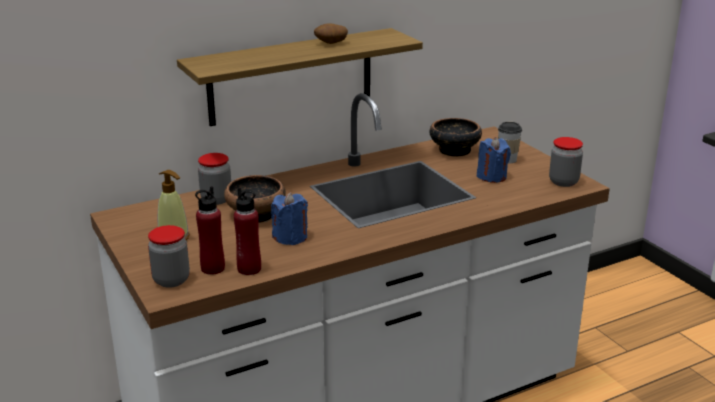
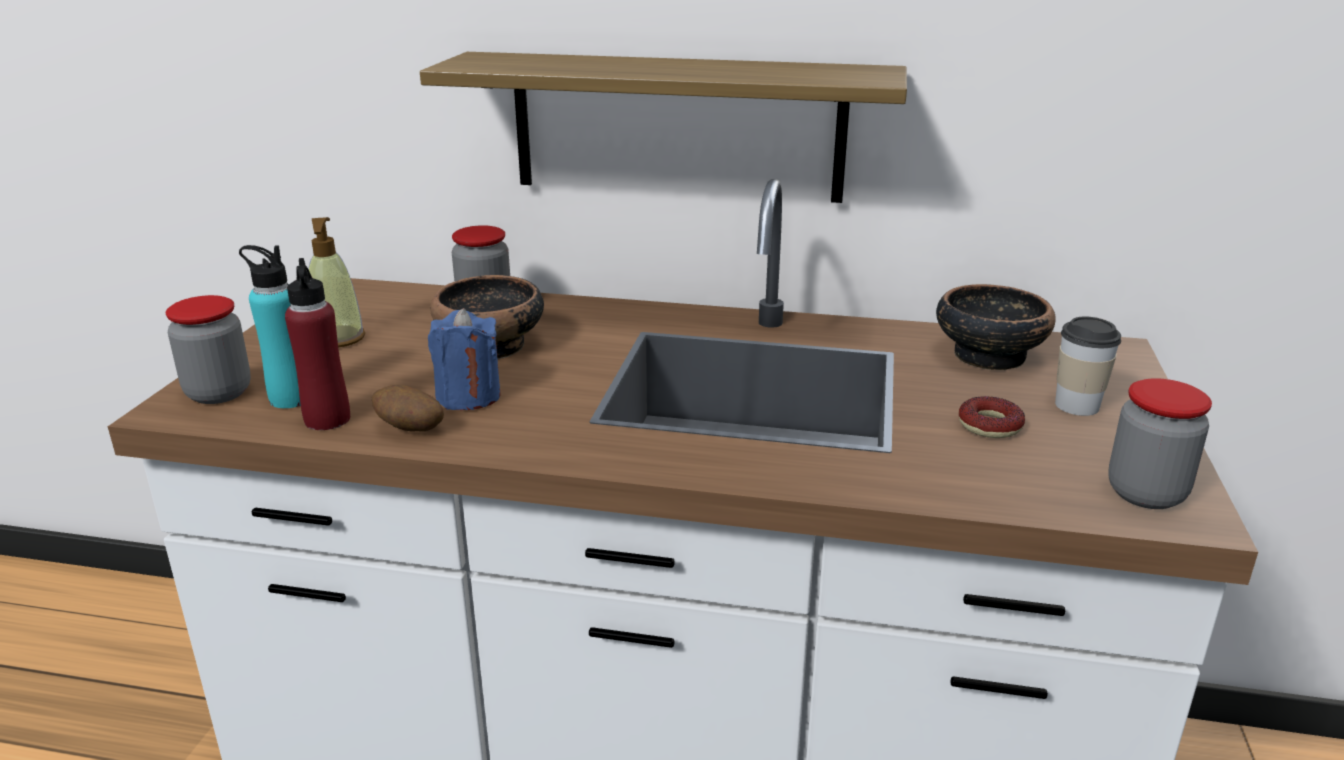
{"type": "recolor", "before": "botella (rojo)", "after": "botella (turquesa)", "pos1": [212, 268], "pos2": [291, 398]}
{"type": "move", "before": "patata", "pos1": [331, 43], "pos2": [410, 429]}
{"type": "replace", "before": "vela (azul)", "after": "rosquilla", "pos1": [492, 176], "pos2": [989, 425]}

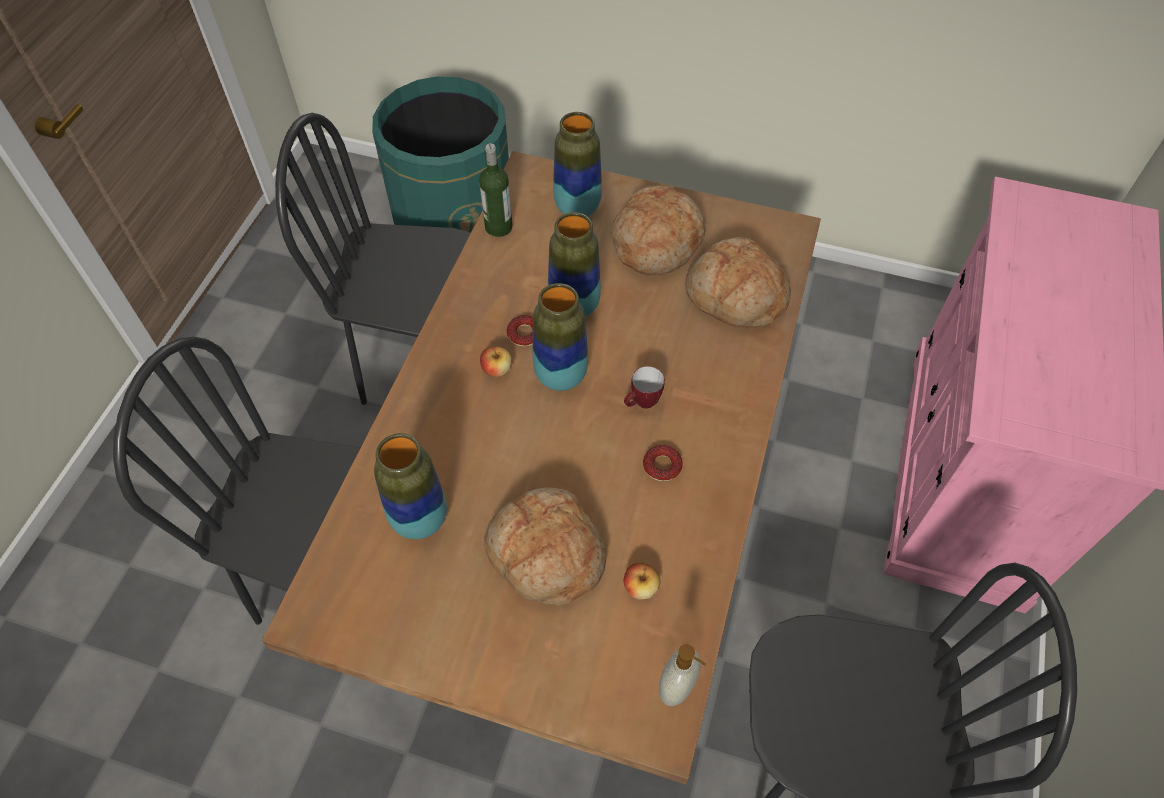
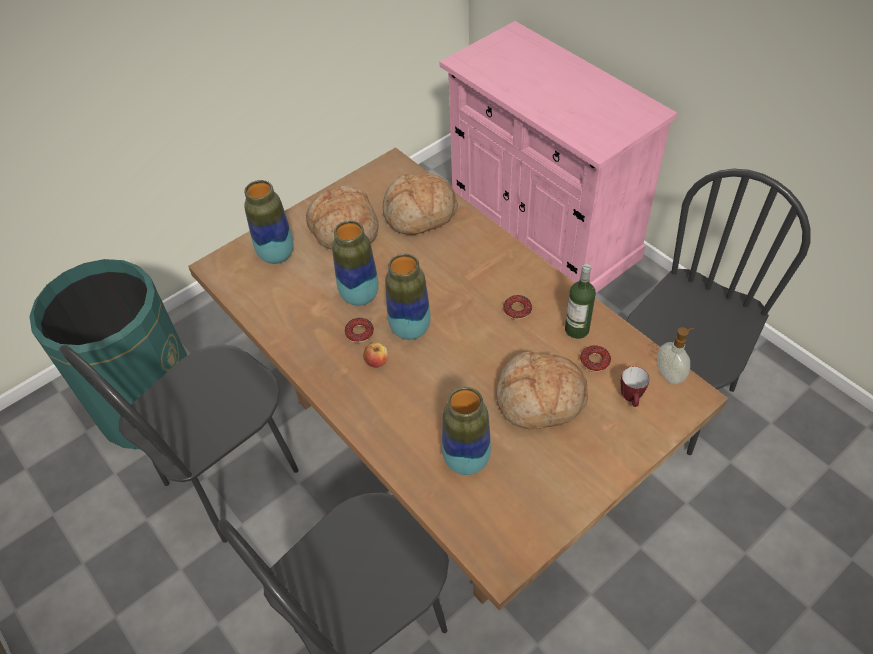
{"type": "move", "before": "botella", "pos1": [498, 227], "pos2": [577, 329]}
{"type": "replace", "before": "manzana", "after": "rosquilla", "pos1": [640, 587], "pos2": [595, 361]}
{"type": "move", "before": "taza grande", "pos1": [642, 404], "pos2": [631, 399]}

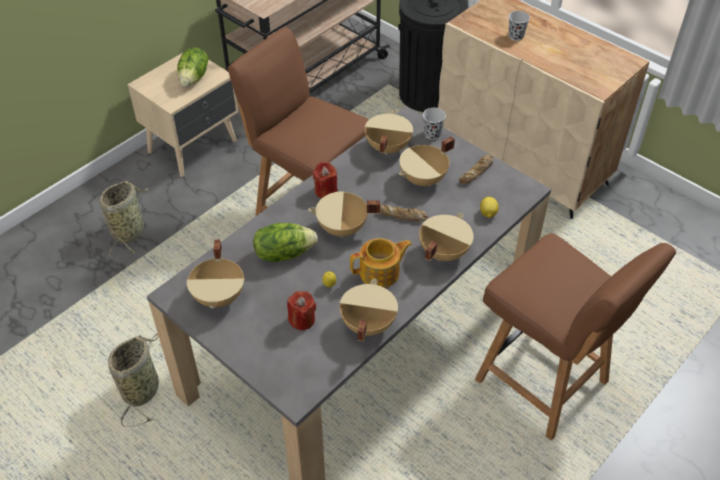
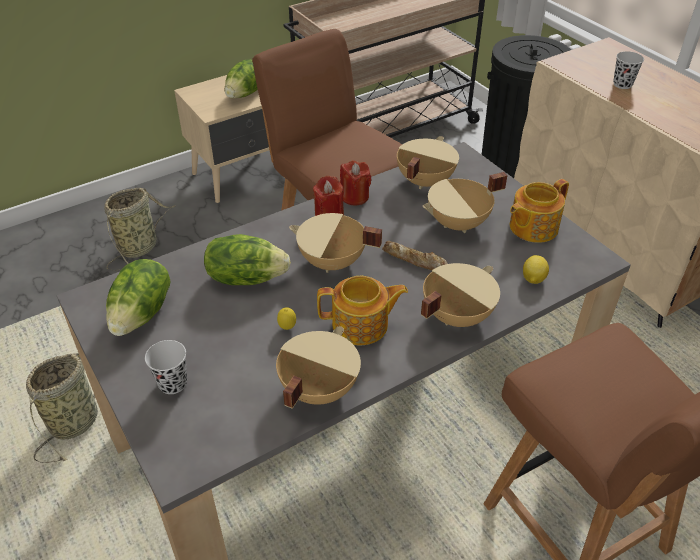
{"type": "replace", "before": "olla (beis)", "after": "lechuga", "pos1": [220, 296], "pos2": [143, 314]}
{"type": "move", "before": "taza (negro)", "pos1": [432, 134], "pos2": [172, 383]}
{"type": "move", "before": "vela (rojo)", "pos1": [302, 320], "pos2": [354, 197]}
{"type": "replace", "before": "pan", "after": "tetera", "pos1": [477, 172], "pos2": [532, 227]}

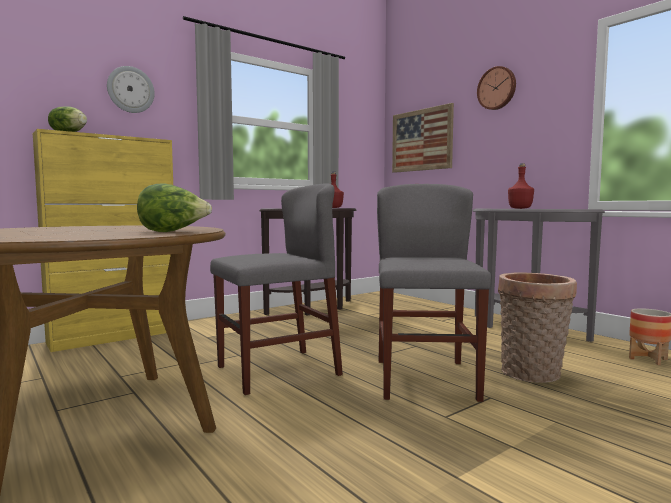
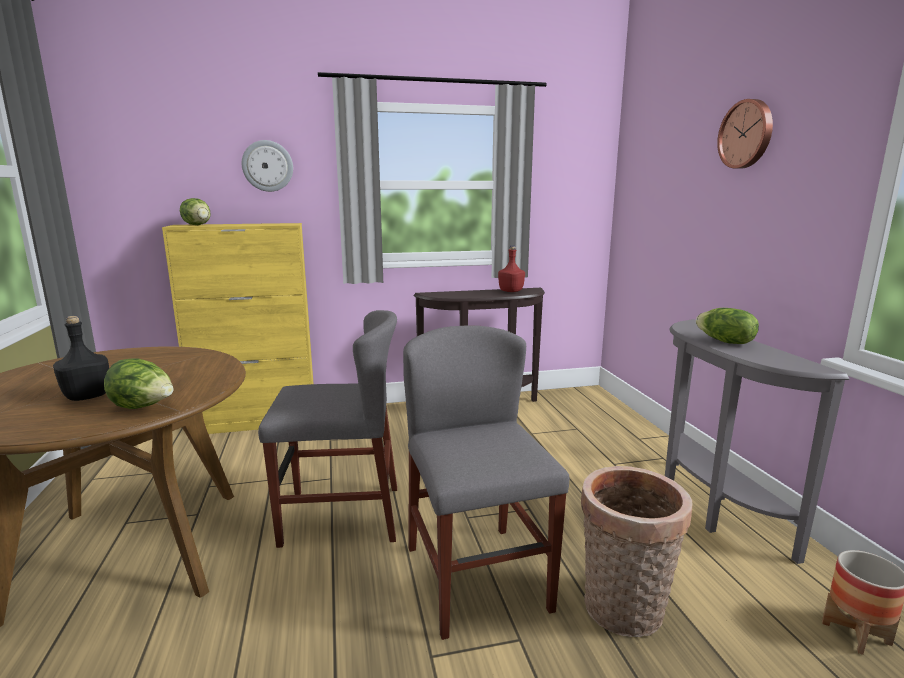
{"type": "insert", "after": "botella (negro)", "pos2": [86, 396]}
{"type": "rotate", "before": "silla (gris)", "pos1": [425, 379], "pos2": [476, 578], "turn": -45}
{"type": "replace", "before": "botella (rojo)", "after": "lechuga", "pos1": [520, 208], "pos2": [725, 342]}
{"type": "delete", "before": "cuadro", "pos1": [421, 140]}

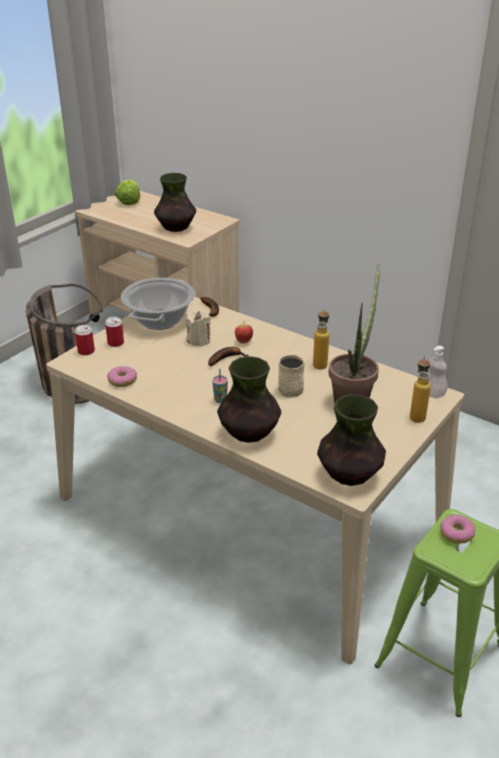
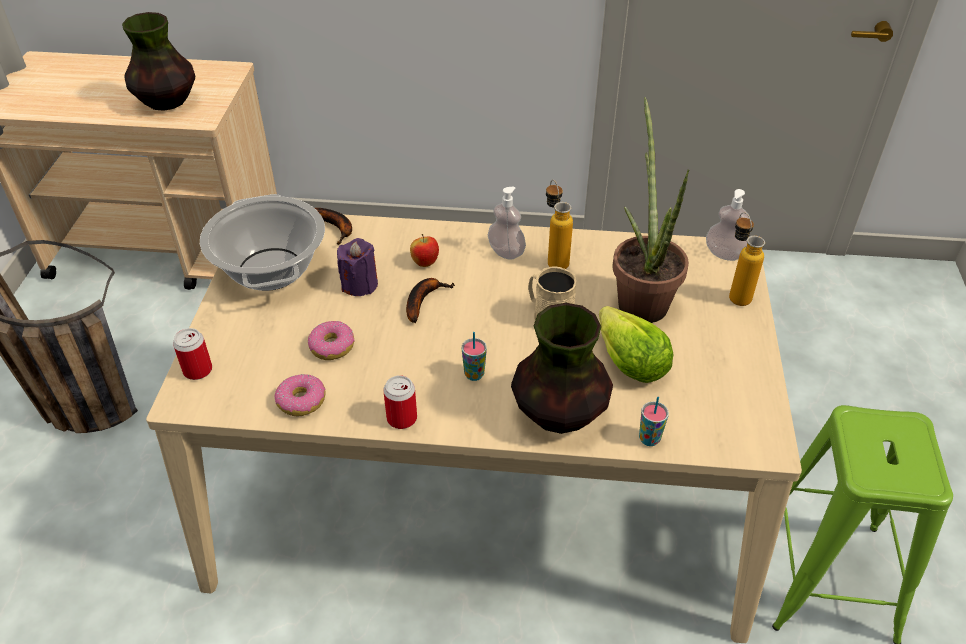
{"type": "move", "before": "rosquilla", "pos1": [456, 533], "pos2": [332, 346]}
{"type": "recolor", "before": "vela (beis)", "after": "vela (morado)", "pos1": [199, 340], "pos2": [359, 284]}
{"type": "move", "before": "lata", "pos1": [115, 343], "pos2": [402, 418]}
{"type": "insert", "after": "dispensador de jabón", "pos2": [506, 252]}
{"type": "move", "before": "lechuga", "pos1": [129, 201], "pos2": [629, 362]}
{"type": "insert", "after": "taza", "pos2": [649, 439]}
{"type": "delete", "before": "florero", "pos1": [349, 474]}

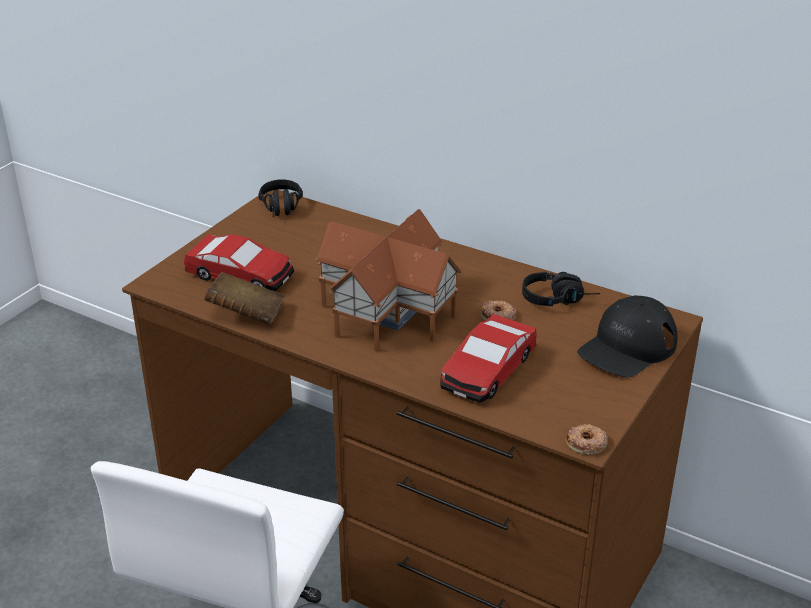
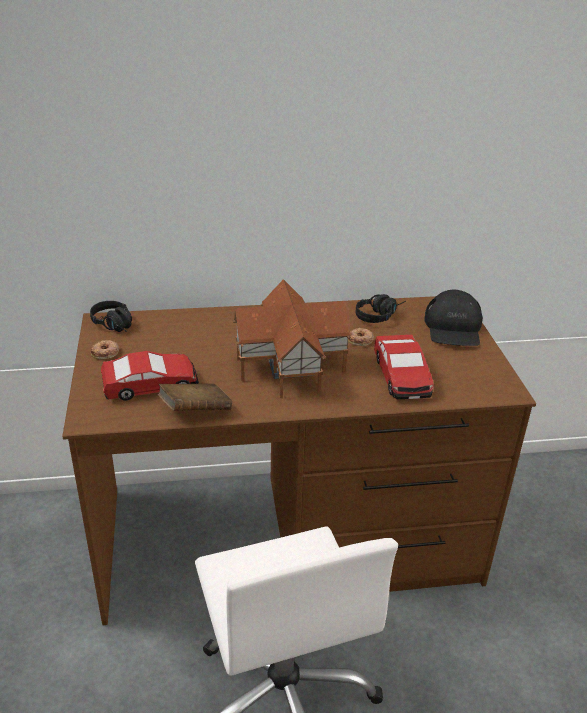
{"type": "move", "before": "rosquilla", "pos1": [586, 443], "pos2": [105, 352]}

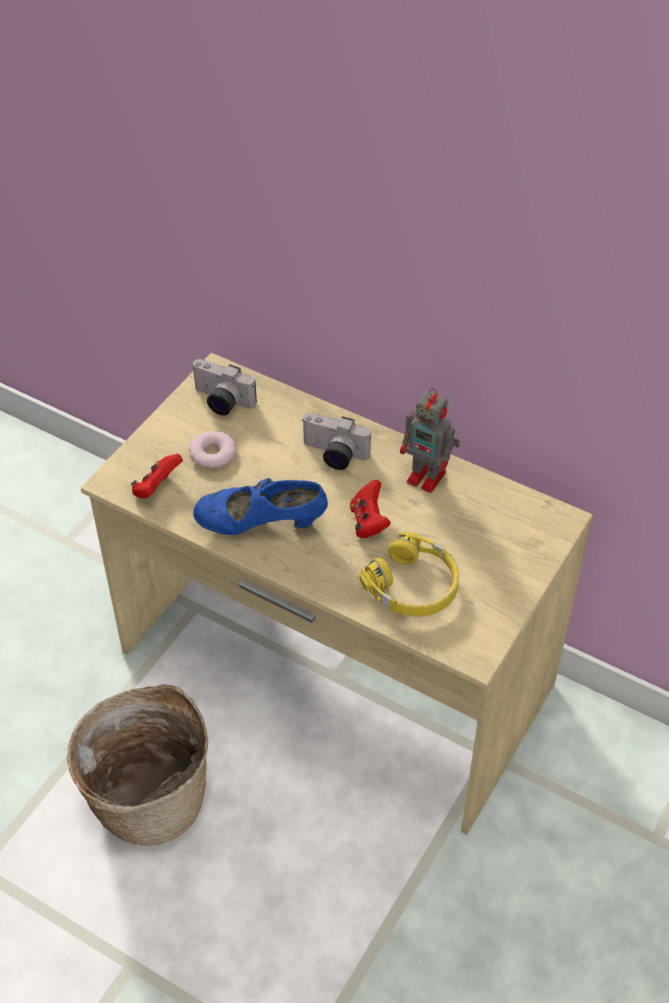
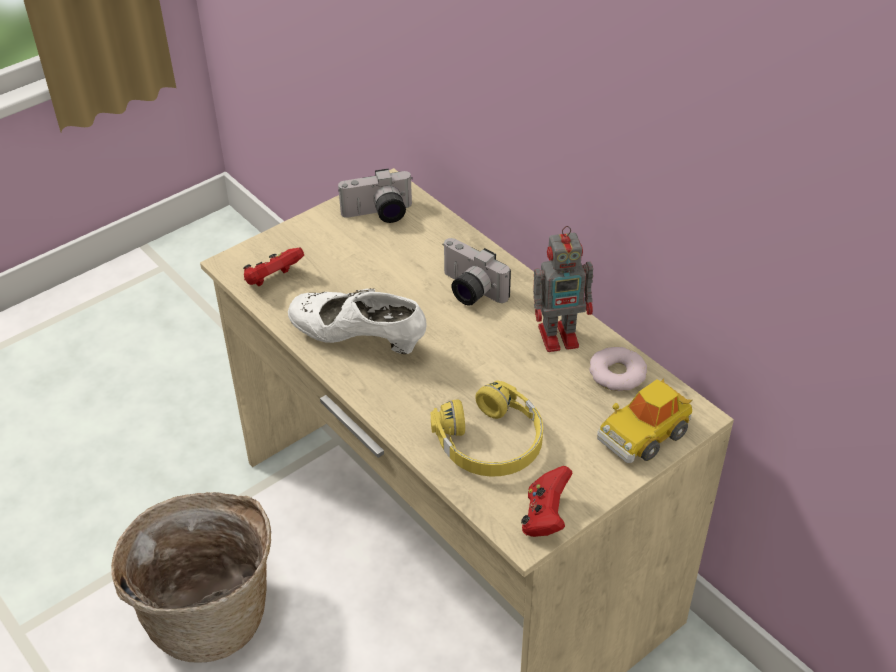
{"type": "recolor", "before": "zapato (azul)", "after": "zapato (blanco)", "pos1": [261, 525], "pos2": [358, 340]}
{"type": "rotate", "before": "cámara", "pos1": [220, 402], "pos2": [379, 215], "turn": -60}
{"type": "move", "before": "mando de consola (rojo)", "pos1": [368, 522], "pos2": [545, 517]}
{"type": "rotate", "before": "robot de juguete", "pos1": [428, 477], "pos2": [560, 336], "turn": -60}
{"type": "move", "before": "rosquilla", "pos1": [212, 454], "pos2": [616, 374]}
{"type": "insert", "after": "coche de juguete", "pos2": [644, 434]}

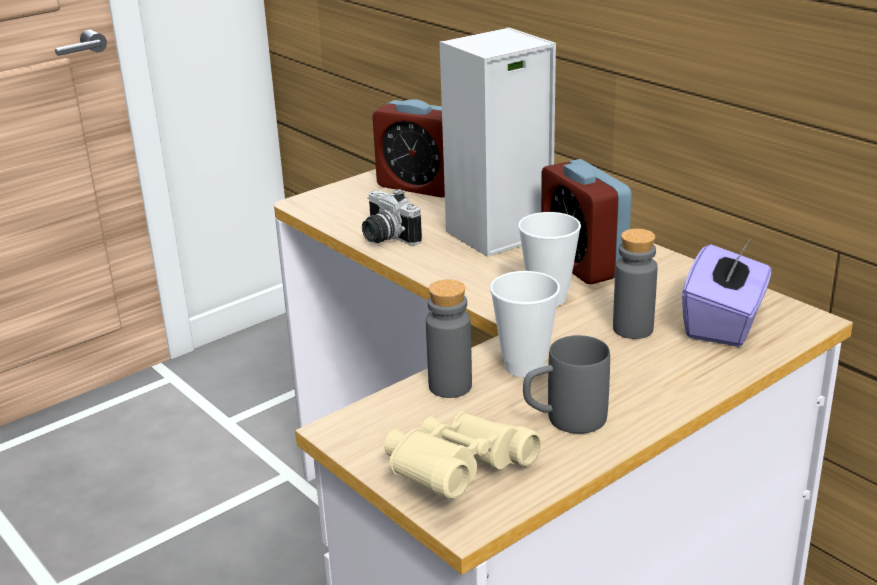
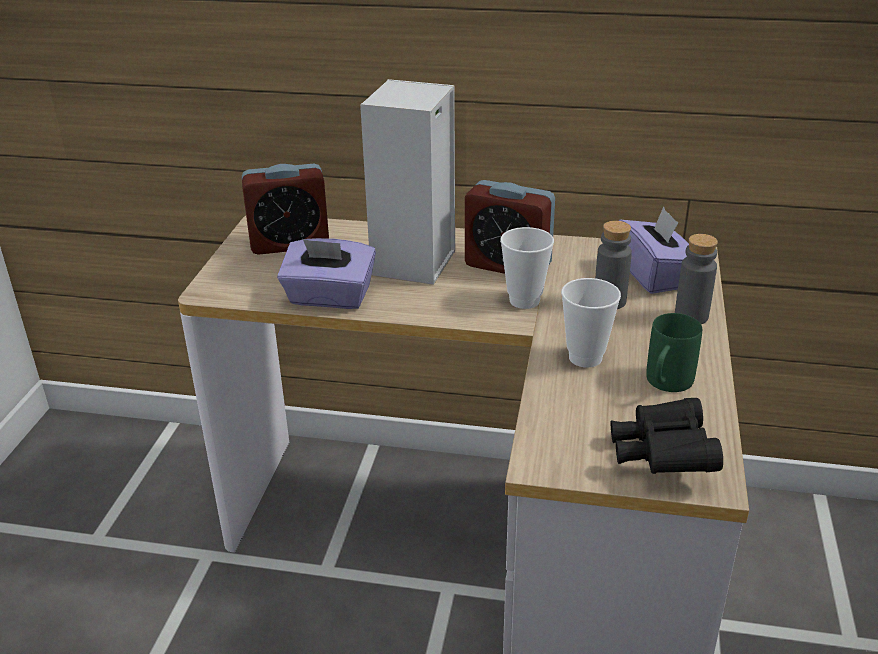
{"type": "replace", "before": "cámara", "after": "caja de pañuelos (morado)", "pos1": [385, 238], "pos2": [329, 297]}
{"type": "recolor", "before": "prismáticos (beis)", "after": "prismáticos (negro)", "pos1": [456, 474], "pos2": [661, 456]}
{"type": "recolor", "before": "taza grande (gris)", "after": "taza grande (verde)", "pos1": [564, 420], "pos2": [665, 385]}
{"type": "move", "before": "botella (gris)", "pos1": [450, 386], "pos2": [691, 316]}

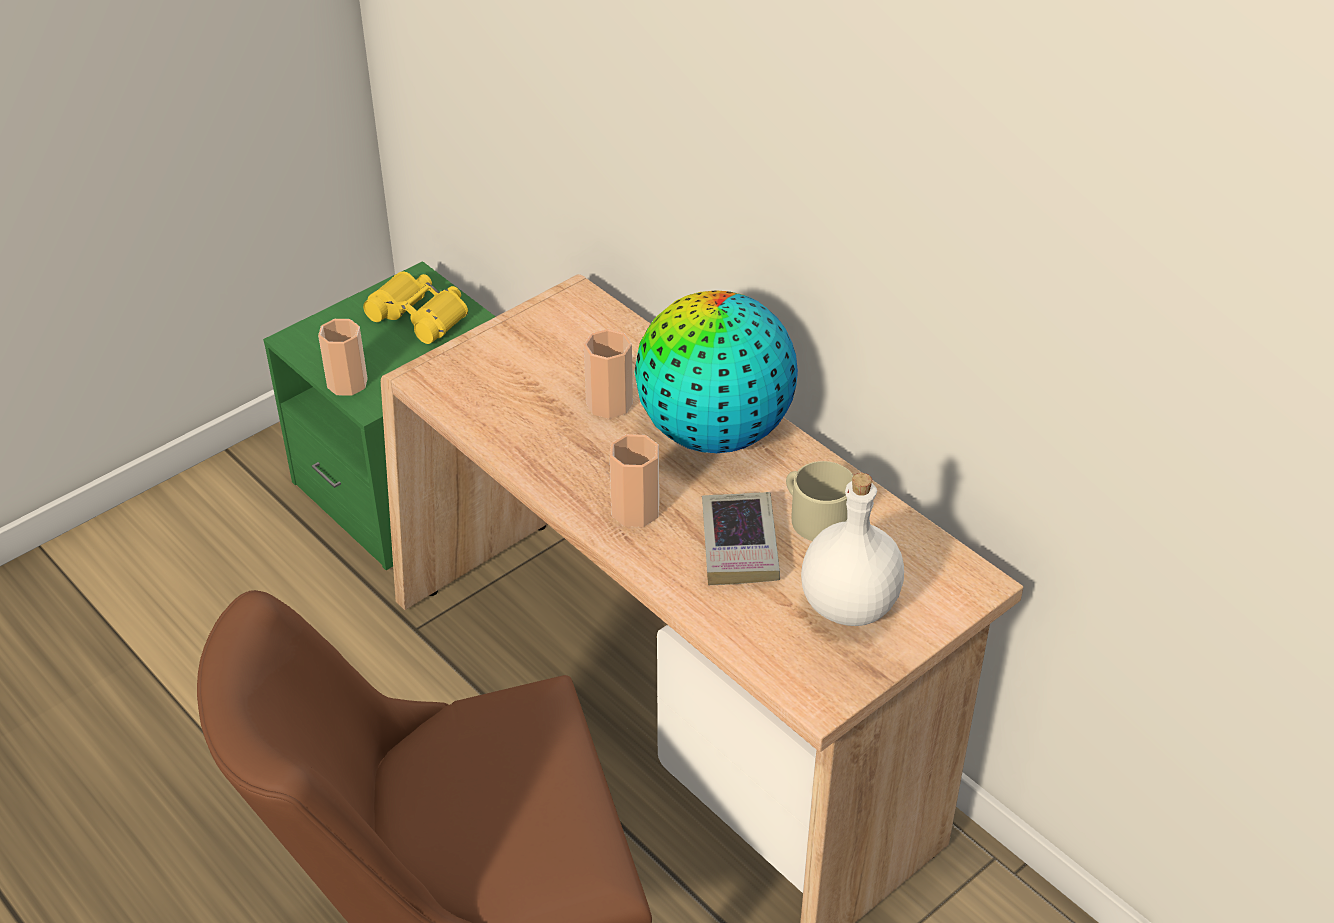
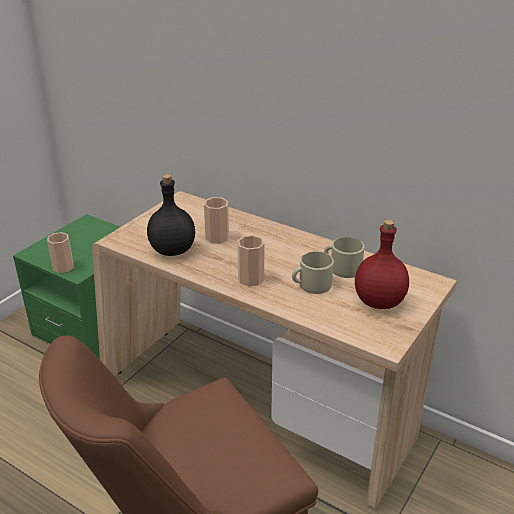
{"type": "insert", "after": "botella (negro)", "pos2": [172, 251]}
{"type": "replace", "before": "libro", "after": "taza grande (beis)", "pos1": [739, 545], "pos2": [311, 285]}
{"type": "recolor", "before": "botella (blanco)", "after": "botella (rojo)", "pos1": [847, 607], "pos2": [378, 302]}
{"type": "delete", "before": "prismáticos (amarillo)", "pos1": [420, 315]}
{"type": "delete", "before": "globo terráqueo", "pos1": [713, 432]}

